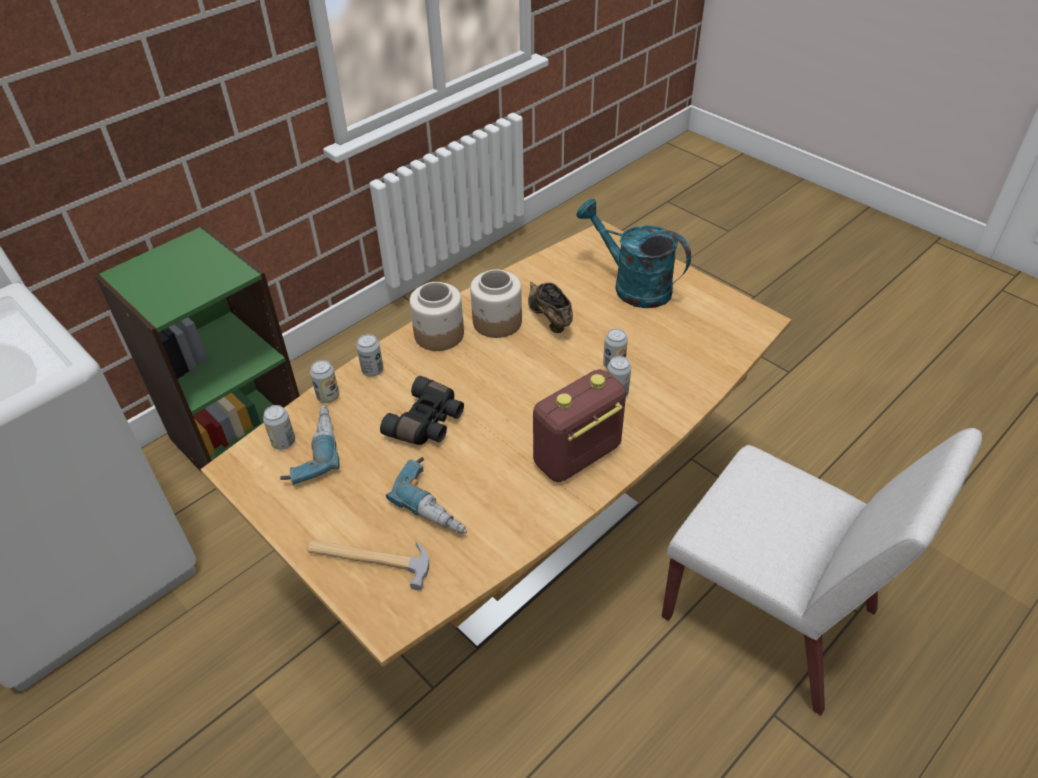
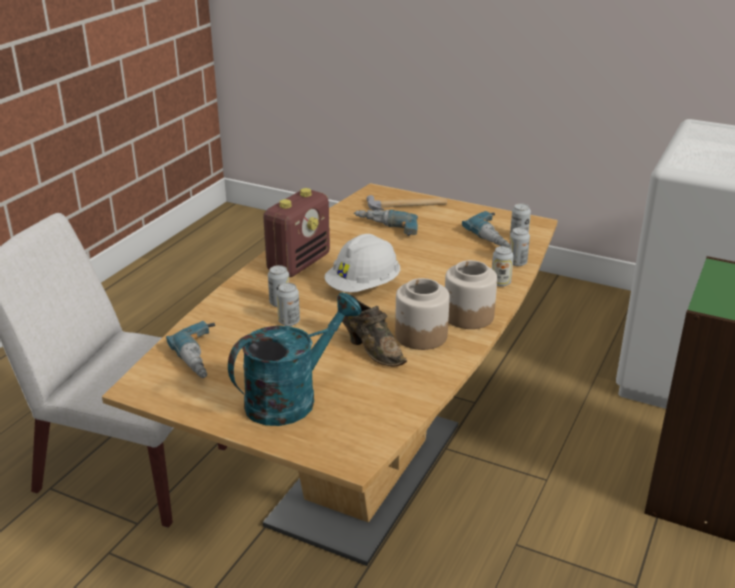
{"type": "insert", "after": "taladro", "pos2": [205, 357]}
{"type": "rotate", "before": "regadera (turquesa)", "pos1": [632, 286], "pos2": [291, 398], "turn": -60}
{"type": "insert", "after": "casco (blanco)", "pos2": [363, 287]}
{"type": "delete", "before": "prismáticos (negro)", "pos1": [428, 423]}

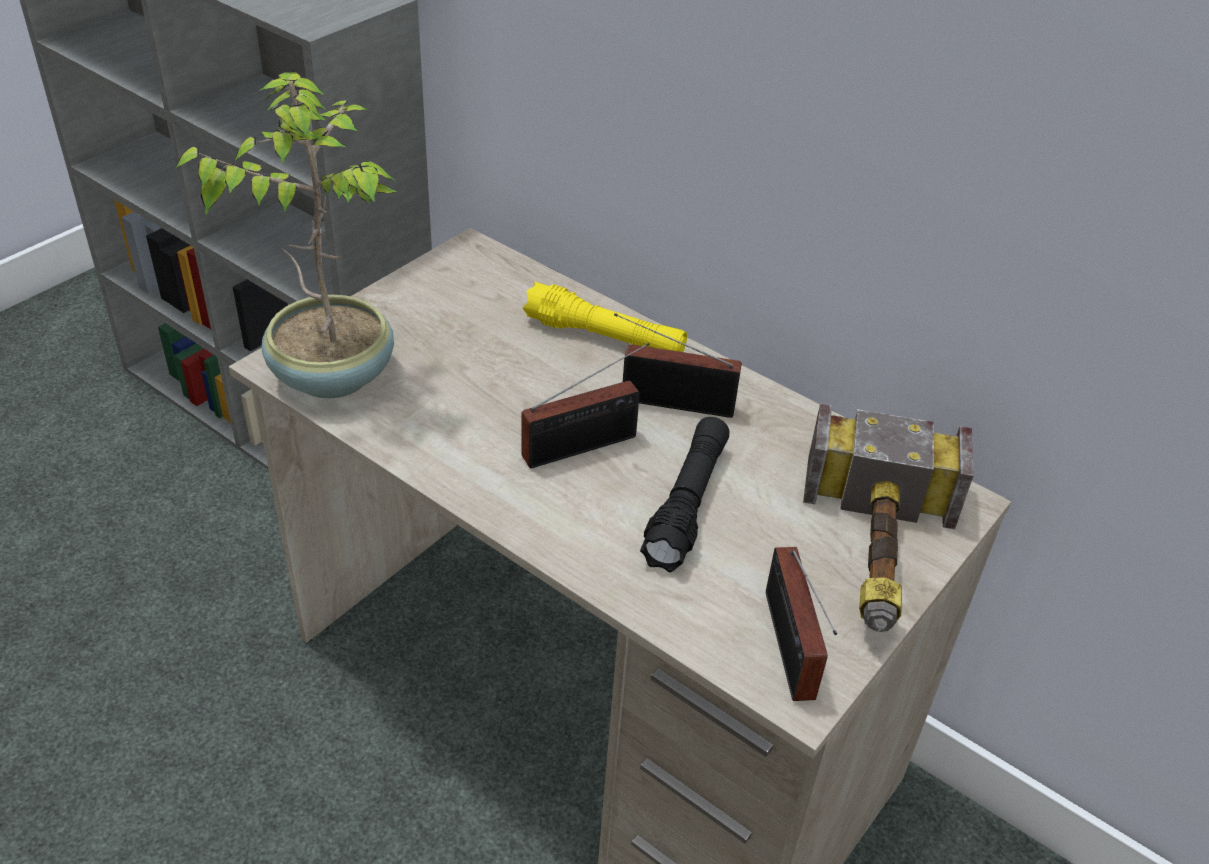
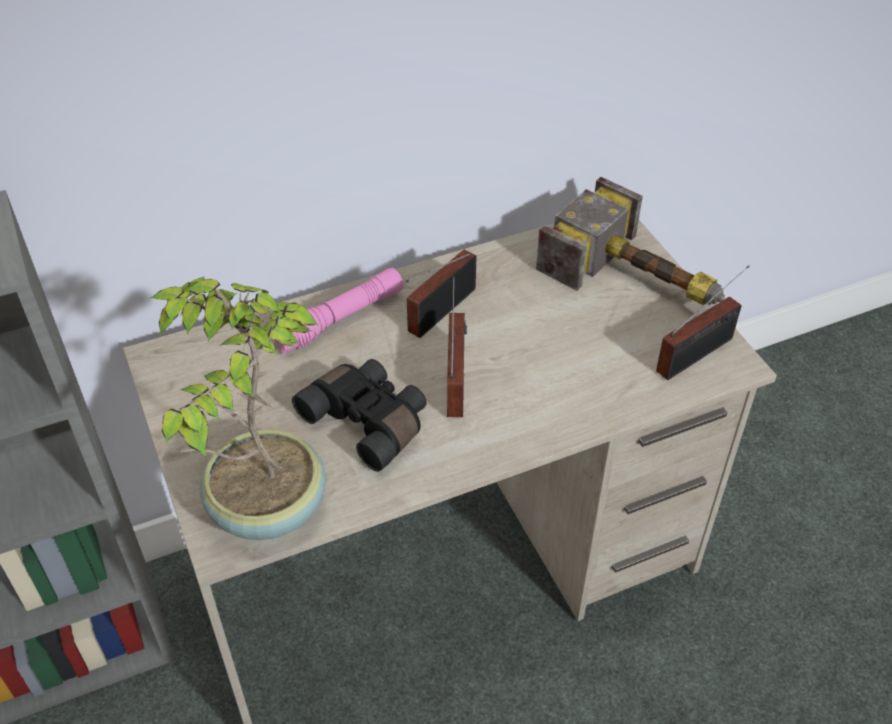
{"type": "recolor", "before": "linterna (amarillo)", "after": "linterna (rosa)", "pos1": [604, 337], "pos2": [340, 320]}
{"type": "insert", "after": "prismáticos (negro)", "pos2": [369, 421]}
{"type": "rotate", "before": "radio", "pos1": [789, 651], "pos2": [699, 353], "turn": -60}
{"type": "delete", "before": "linterna (negro)", "pos1": [687, 504]}

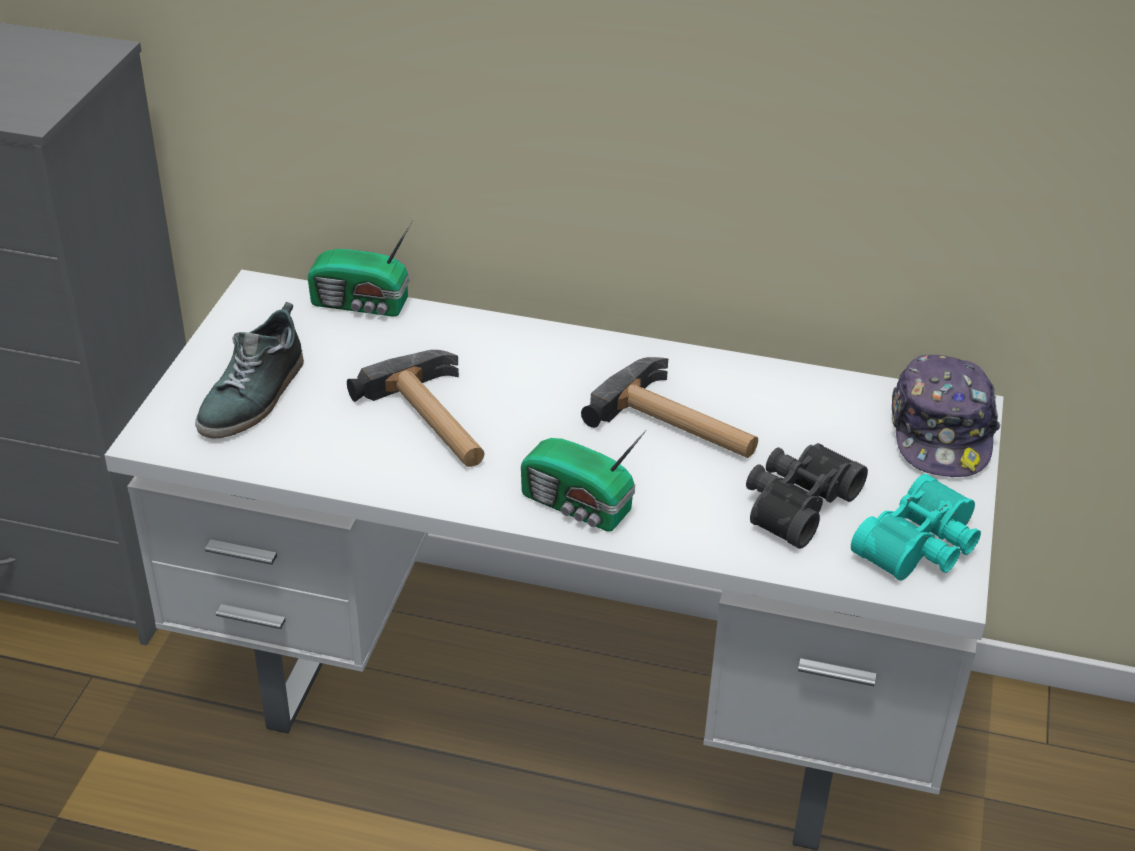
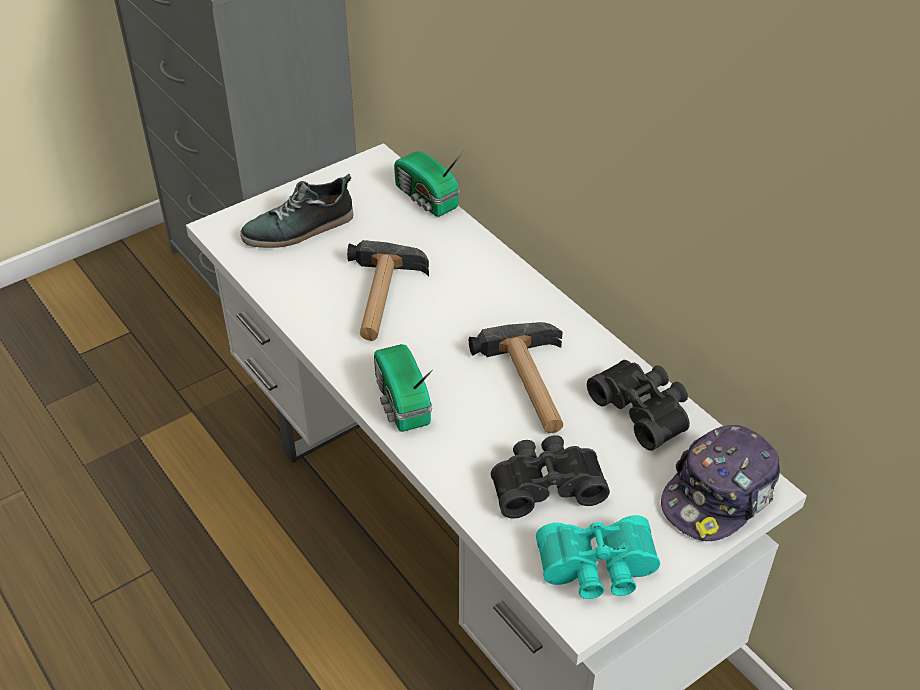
{"type": "insert", "after": "prismáticos (negro)", "pos2": [643, 410]}

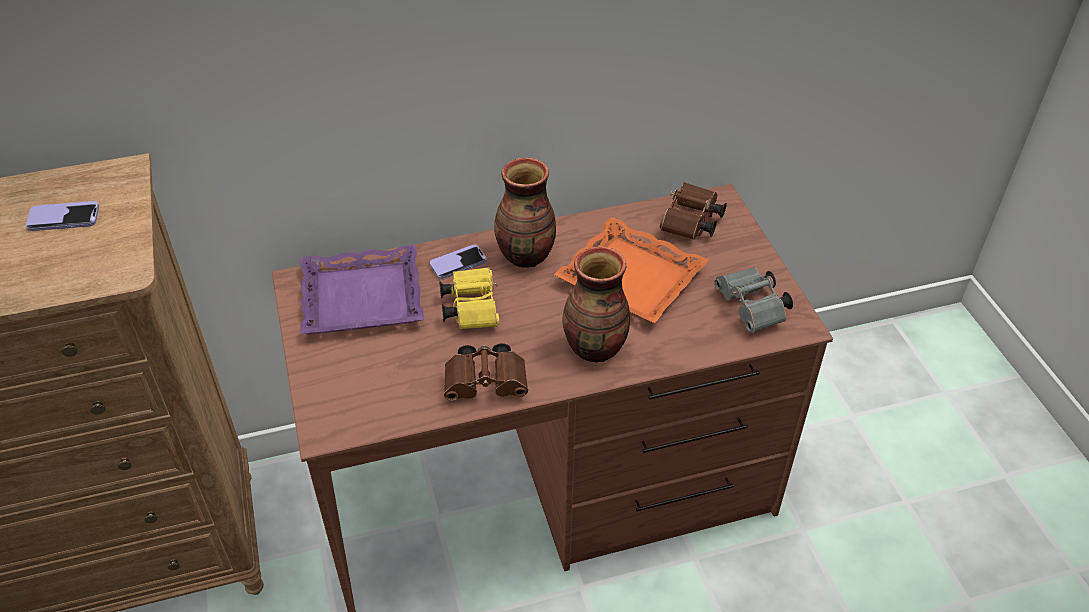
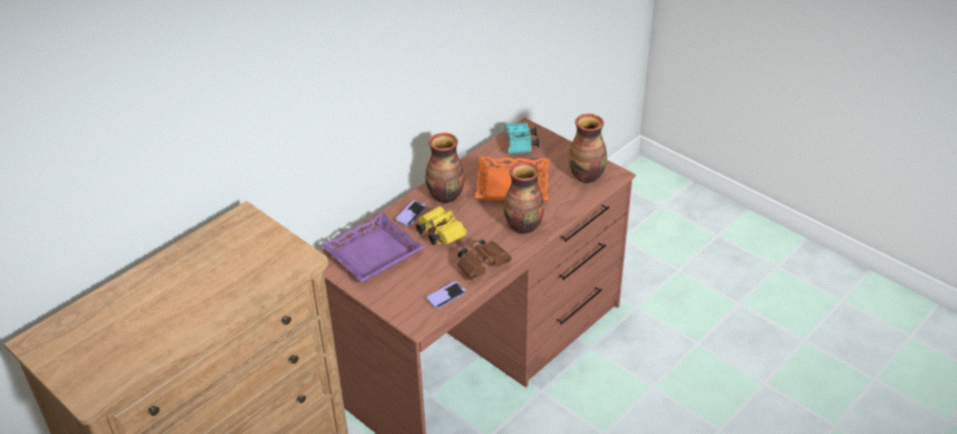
{"type": "move", "before": "móvil", "pos1": [63, 218], "pos2": [446, 296]}
{"type": "recolor", "before": "prismáticos (marrón)", "after": "prismáticos (turquesa)", "pos1": [691, 223], "pos2": [520, 145]}
{"type": "replace", "before": "prismáticos (gris)", "after": "florero", "pos1": [753, 309], "pos2": [587, 176]}

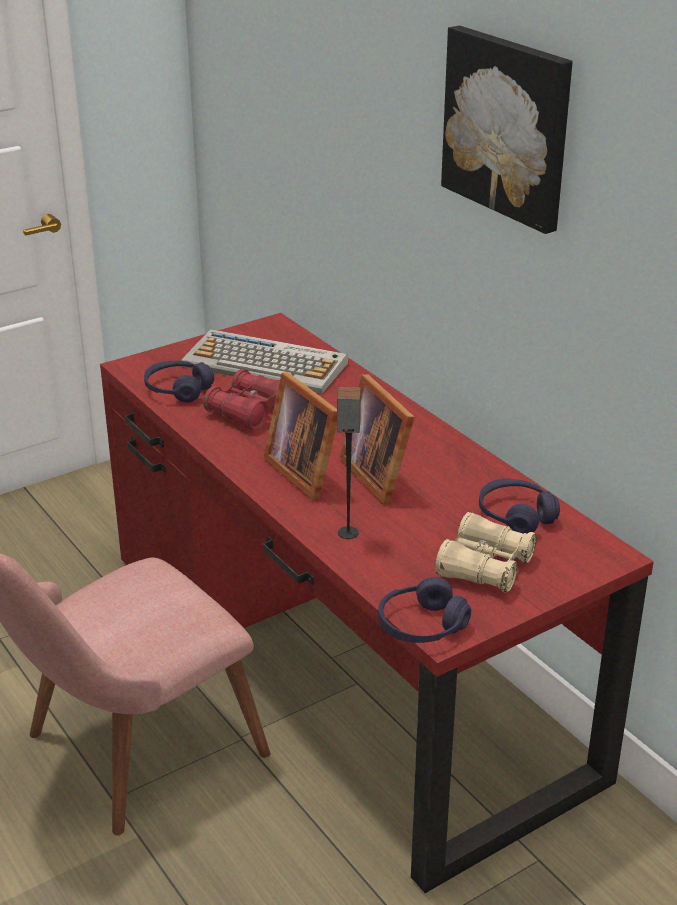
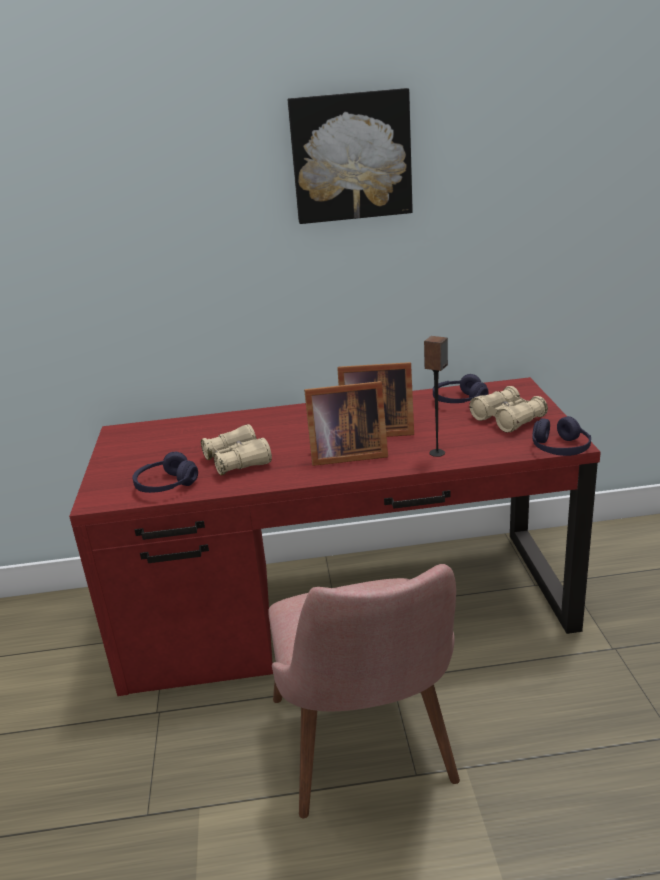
{"type": "recolor", "before": "prismáticos (rojo)", "after": "prismáticos (beis)", "pos1": [250, 411], "pos2": [237, 461]}
{"type": "delete", "before": "teclado", "pos1": [267, 364]}

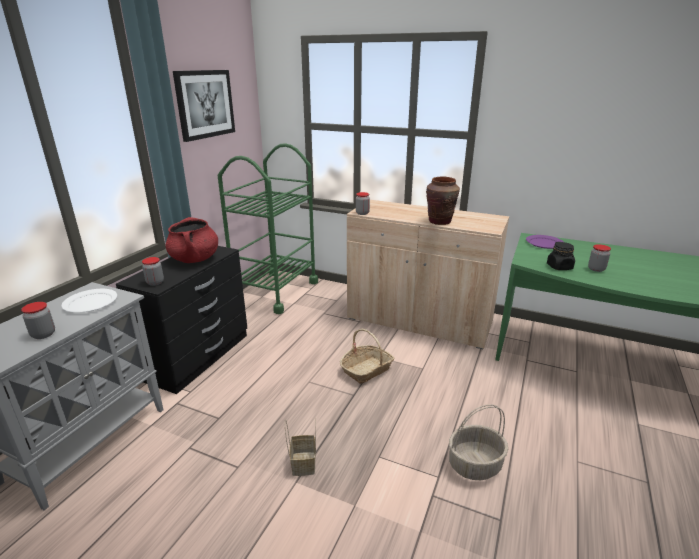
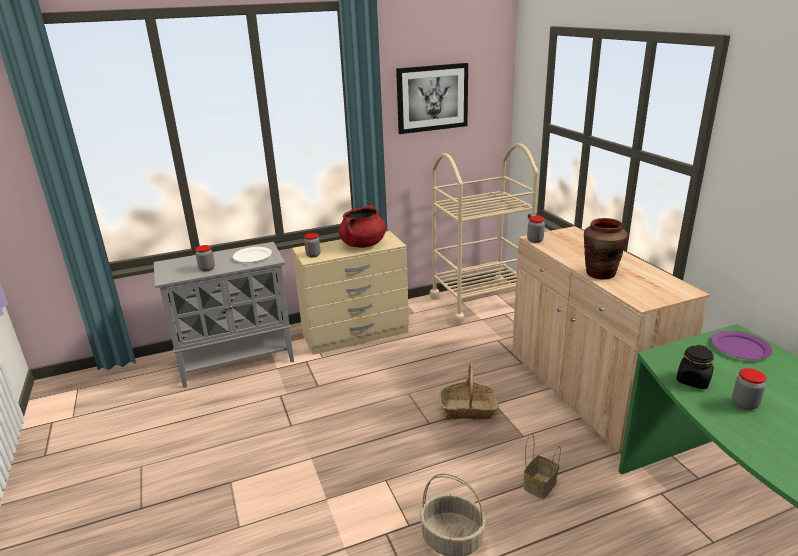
{"type": "recolor", "before": "cómoda (negro)", "after": "cómoda (beis)", "pos1": [199, 357], "pos2": [356, 333]}
{"type": "recolor", "before": "carrito (verde)", "after": "carrito (beis)", "pos1": [275, 291], "pos2": [479, 301]}
{"type": "move", "before": "cesta", "pos1": [302, 462], "pos2": [539, 484]}

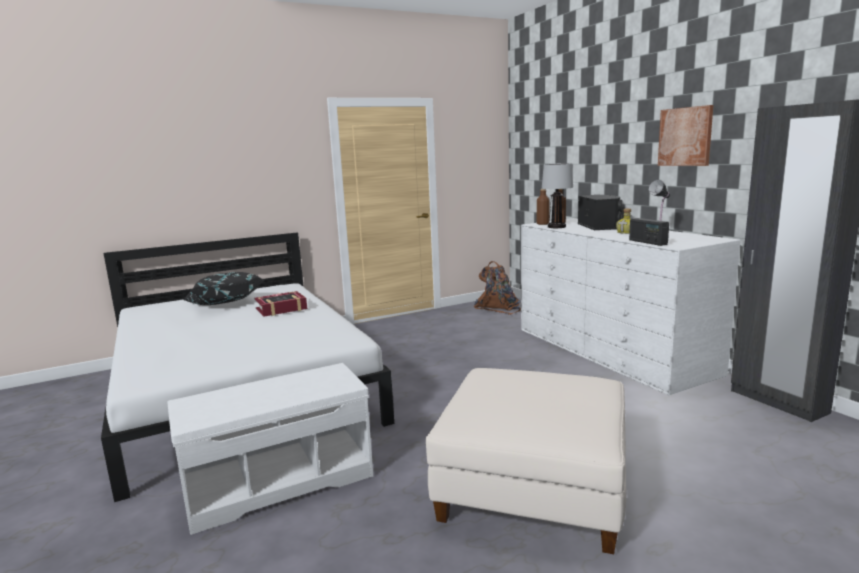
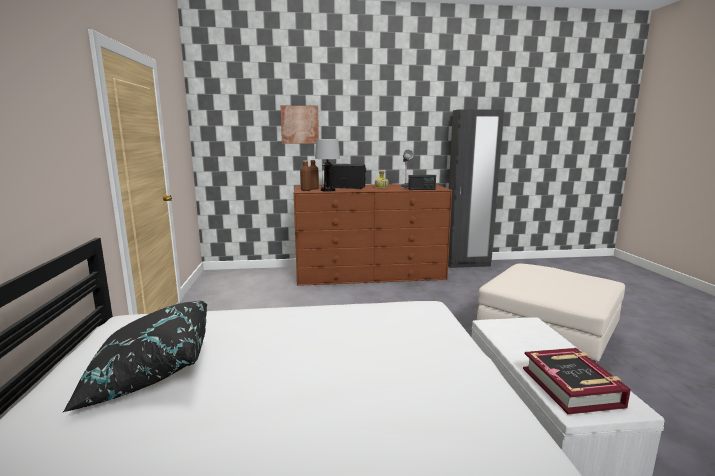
{"type": "move", "before": "cuadro", "pos1": [685, 136], "pos2": [299, 124]}
{"type": "recolor", "before": "cómoda (blanco)", "after": "cómoda (marrón)", "pos1": [611, 350], "pos2": [369, 273]}
{"type": "move", "before": "libro", "pos1": [281, 309], "pos2": [572, 387]}
{"type": "delete", "before": "mochila (marrón)", "pos1": [498, 308]}

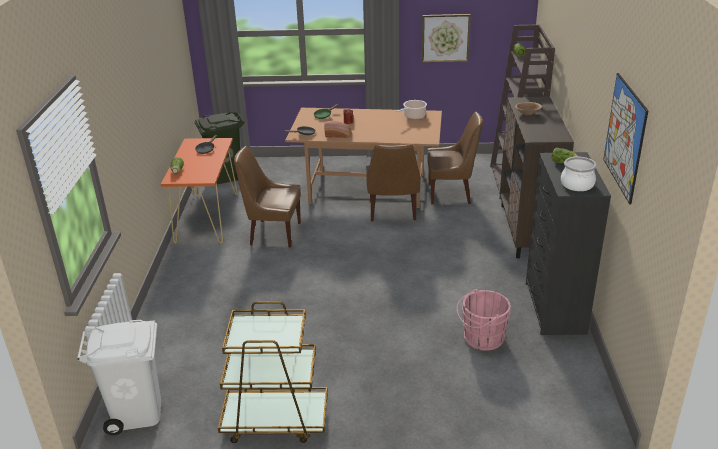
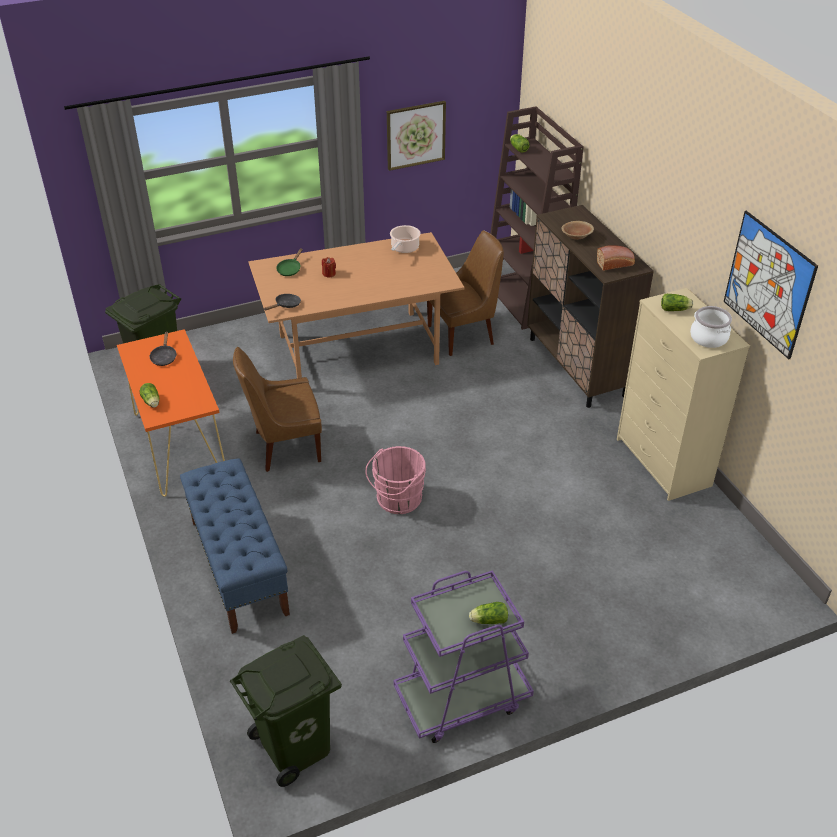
{"type": "insert", "after": "banco (azul)", "pos2": [238, 566]}
{"type": "recolor", "before": "papelera (blanco)", "after": "papelera (verde)", "pos1": [137, 413], "pos2": [296, 747]}
{"type": "move", "before": "cubo (rosa)", "pos1": [481, 338], "pos2": [397, 500]}
{"type": "recolor", "before": "carrito (marrón)", "after": "carrito (morado)", "pos1": [275, 420], "pos2": [462, 698]}
{"type": "insert", "after": "lechuga", "pos2": [487, 620]}
{"type": "move", "before": "pan", "pos1": [338, 135], "pos2": [615, 264]}
{"type": "recolor", "before": "cómoda (negro)", "after": "cómoda (beis)", "pos1": [555, 308], "pos2": [663, 463]}
{"type": "delete", "before": "silla (marrón)", "pos1": [392, 212]}

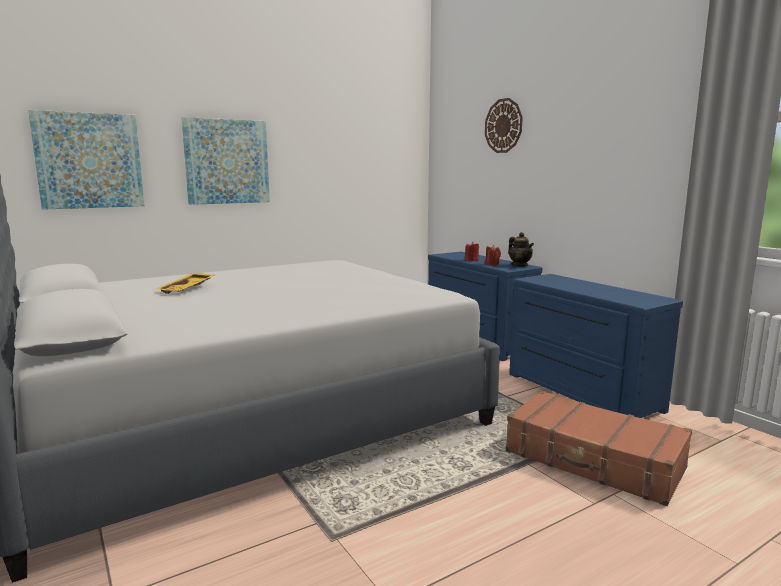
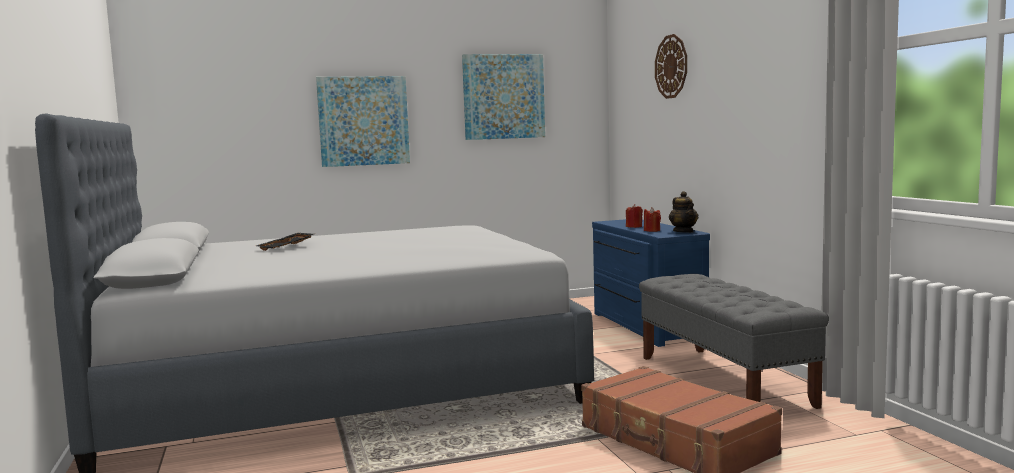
{"type": "recolor", "before": "bandeja (amarillo)", "after": "bandeja (negro)", "pos1": [187, 289], "pos2": [287, 247]}
{"type": "move", "before": "cuadro", "pos1": [89, 161], "pos2": [503, 96]}
{"type": "replace", "before": "cómoda (azul)", "after": "banco (gris)", "pos1": [579, 392], "pos2": [723, 380]}

